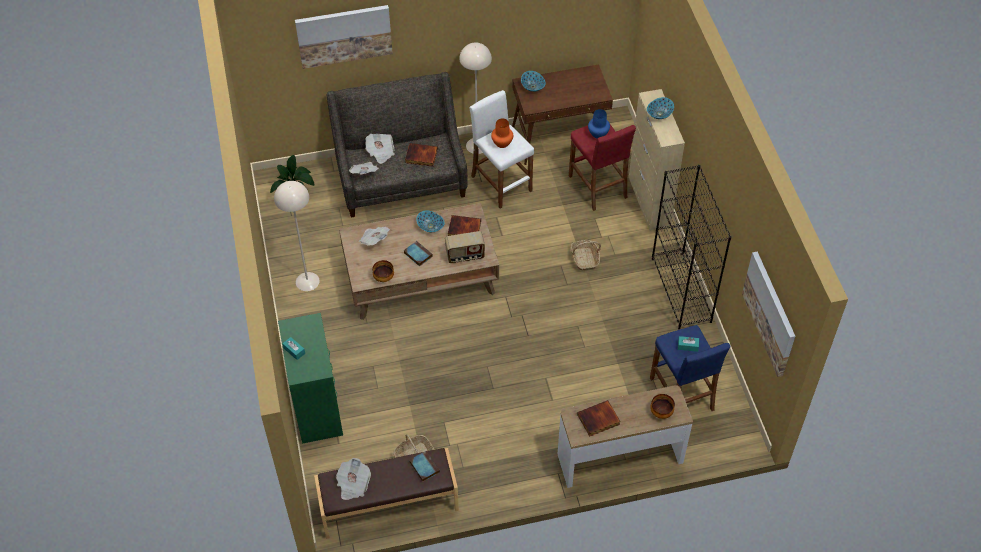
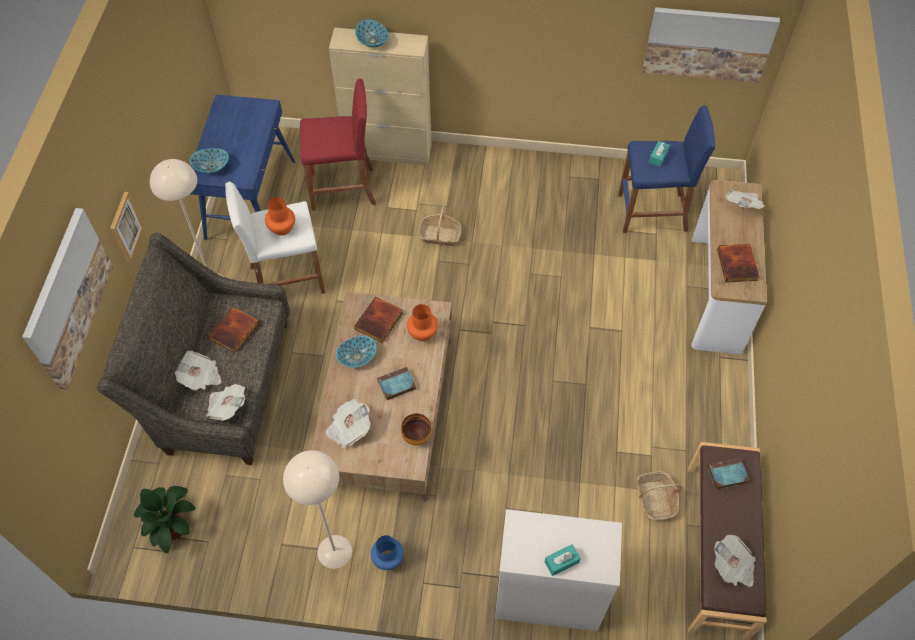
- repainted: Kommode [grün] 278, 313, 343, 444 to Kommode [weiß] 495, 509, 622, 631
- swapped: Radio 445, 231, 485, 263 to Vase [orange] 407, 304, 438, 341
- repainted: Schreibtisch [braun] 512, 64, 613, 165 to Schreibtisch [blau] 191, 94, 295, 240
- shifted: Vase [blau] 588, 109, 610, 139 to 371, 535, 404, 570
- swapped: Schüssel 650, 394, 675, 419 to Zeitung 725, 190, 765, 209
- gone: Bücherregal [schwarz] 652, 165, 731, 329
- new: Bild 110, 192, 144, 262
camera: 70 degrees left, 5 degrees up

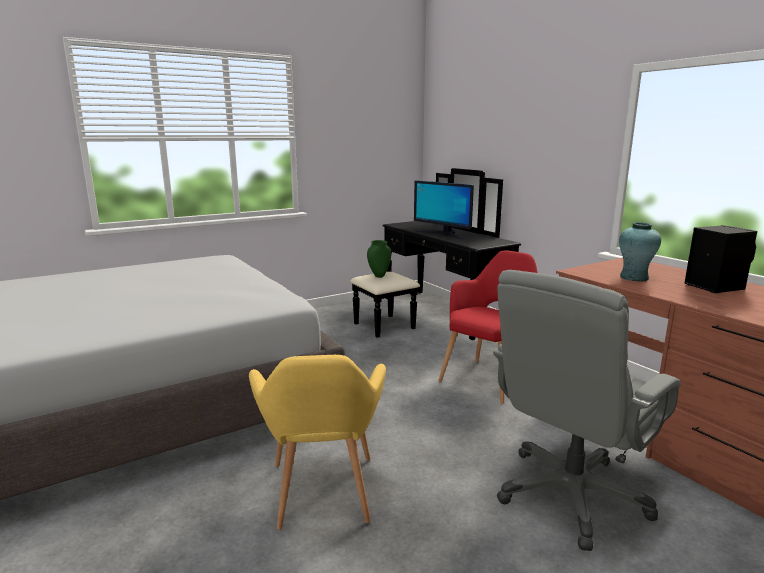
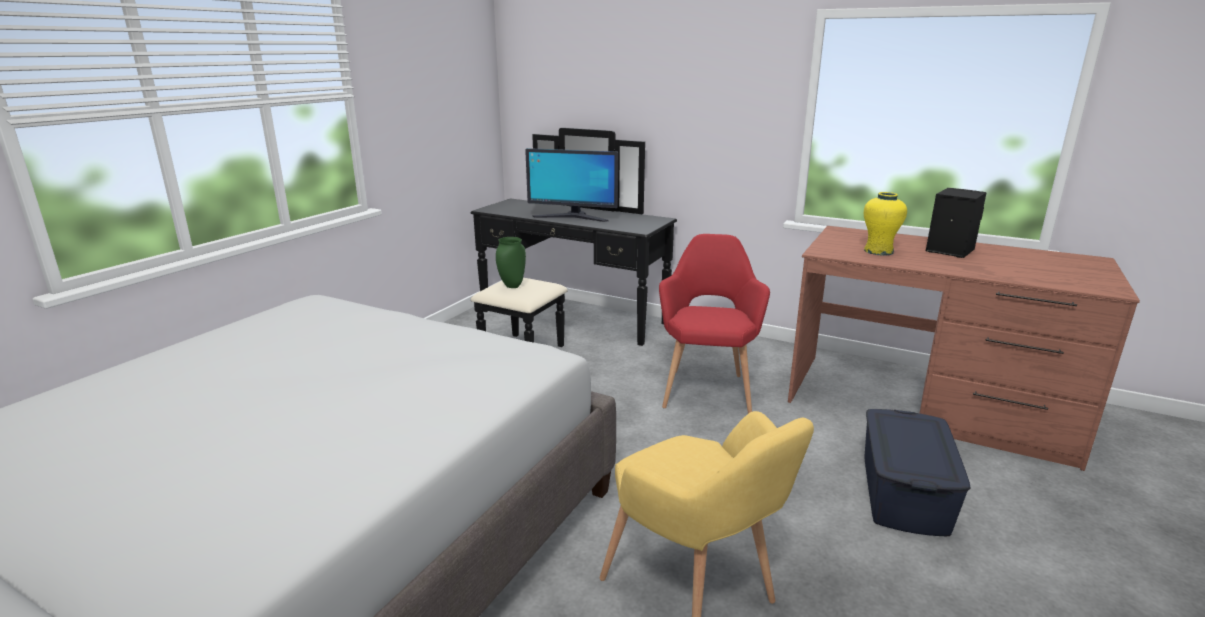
- swapped: Bürostuhl [grau] 493, 270, 681, 551 to Aufbewahrungsbox [blau] 864, 409, 971, 536
- repainted: Vase [türkis] 619, 222, 661, 282 to Vase [gelb] 864, 192, 907, 256
camera: 30 degrees left, 5 degrees up

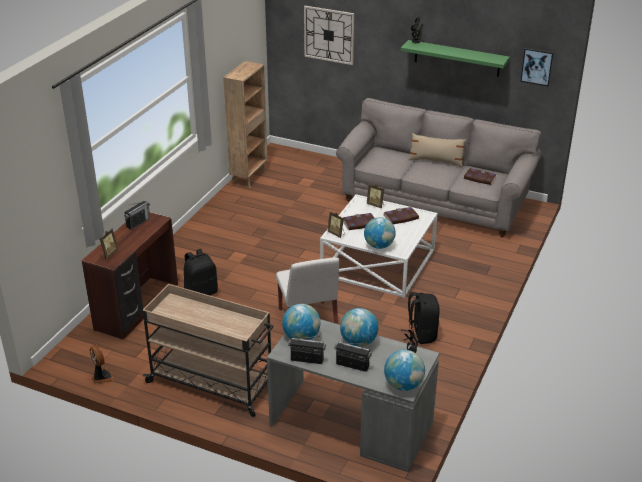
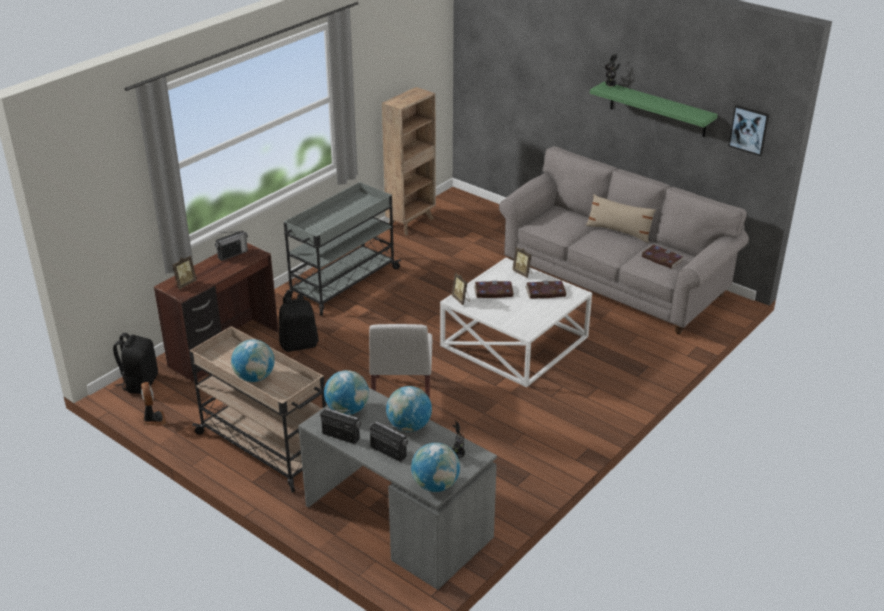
- gone: Wanduhr 304, 6, 354, 65
- shifted: Globus 364, 217, 396, 249 to 231, 339, 275, 382
- shifted: Rucksack [schwarz] 401, 292, 440, 344 to 113, 333, 158, 394
- new: Rollwagen [grau] 284, 182, 401, 316
camera: 15 degrees right, 0 degrees up

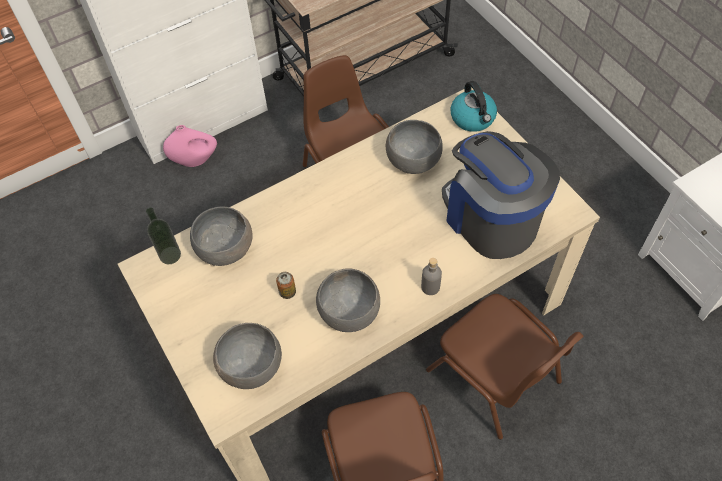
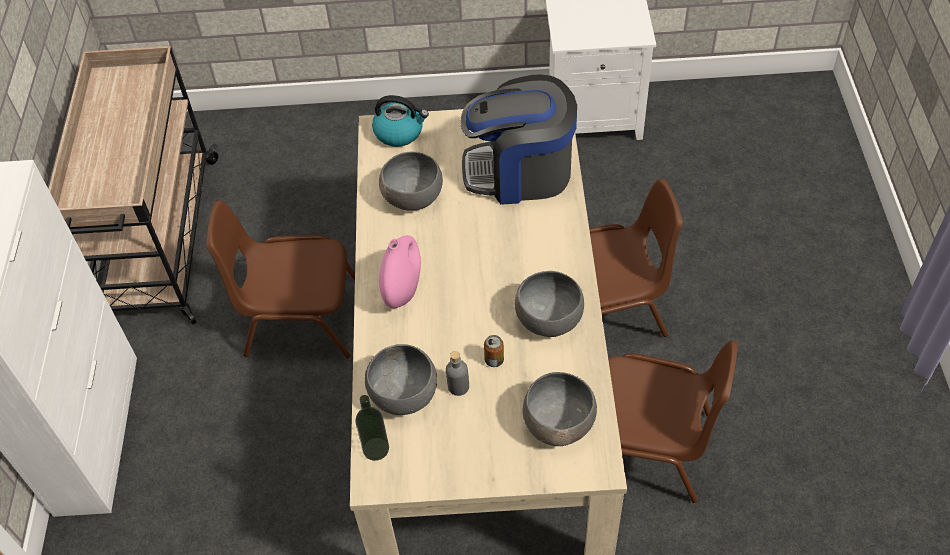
- shifted: Vase [rosa] 163, 125, 217, 167 to 379, 235, 421, 308
- shifted: Flasche [grau] 421, 258, 442, 295 to 446, 351, 469, 396
camera: 60 degrees left, 5 degrees down

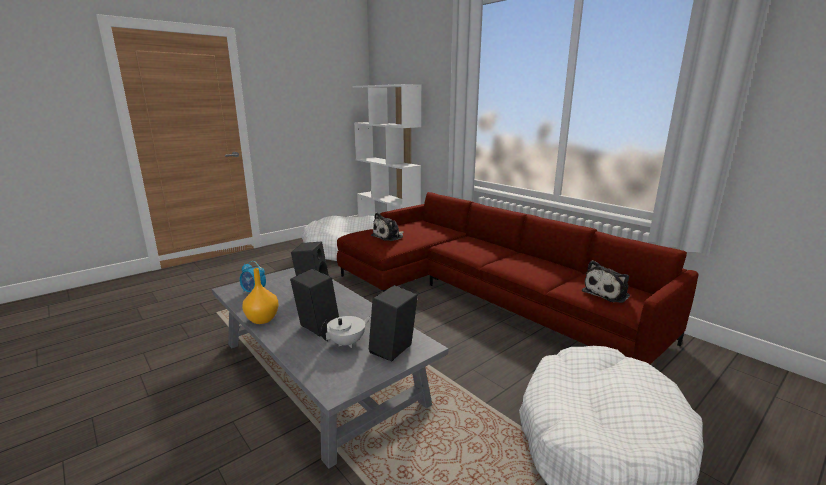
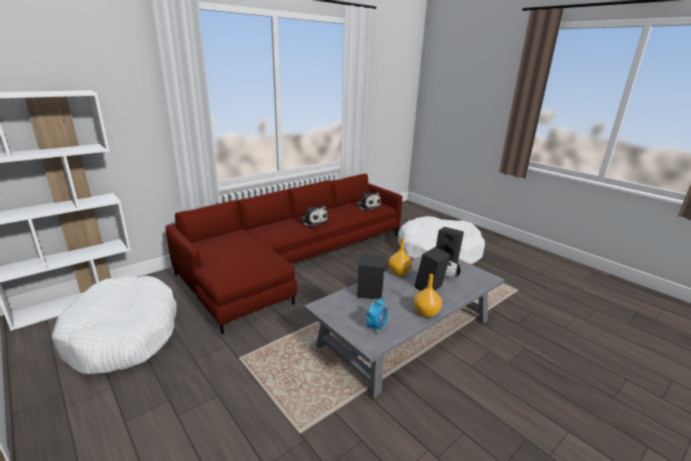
- shifted: Plüschtier 371, 213, 404, 241 to 301, 205, 328, 227
- new: Vase [orange] 389, 238, 412, 276
camera: 90 degrees left, 5 degrees up

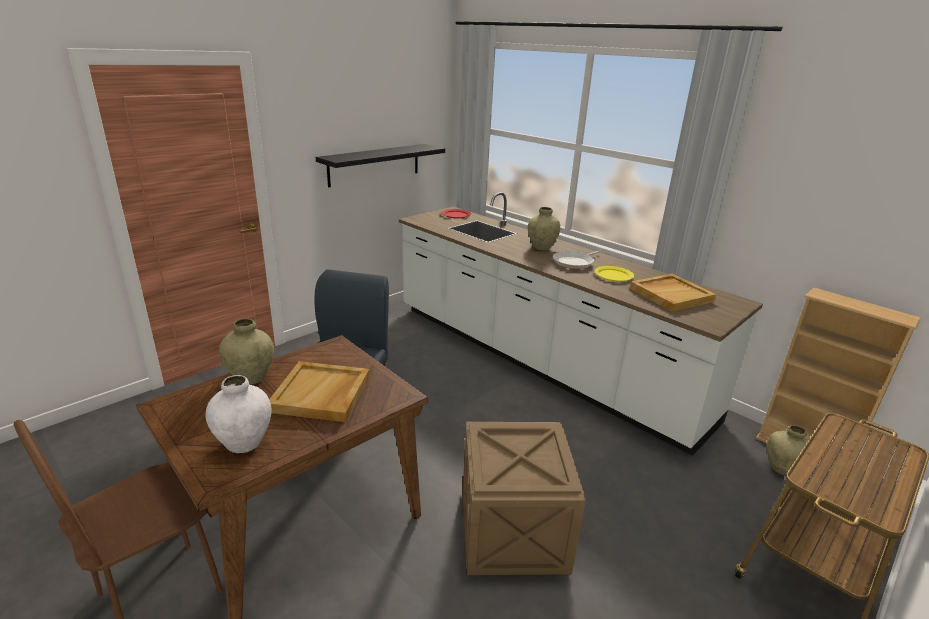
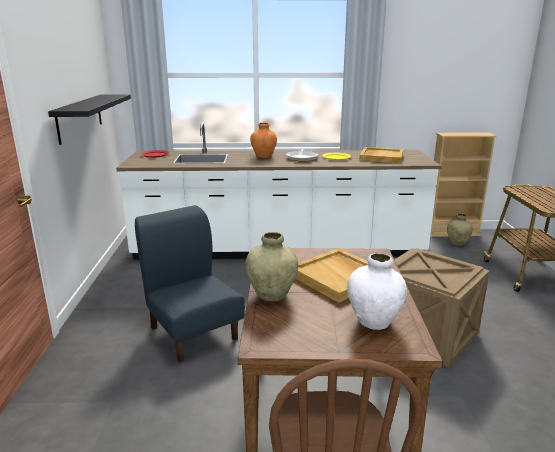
- repainted: Vase [beige] 528, 207, 560, 250 to Vase [orange] 250, 122, 277, 158
camera: 45 degrees left, 5 degrees down

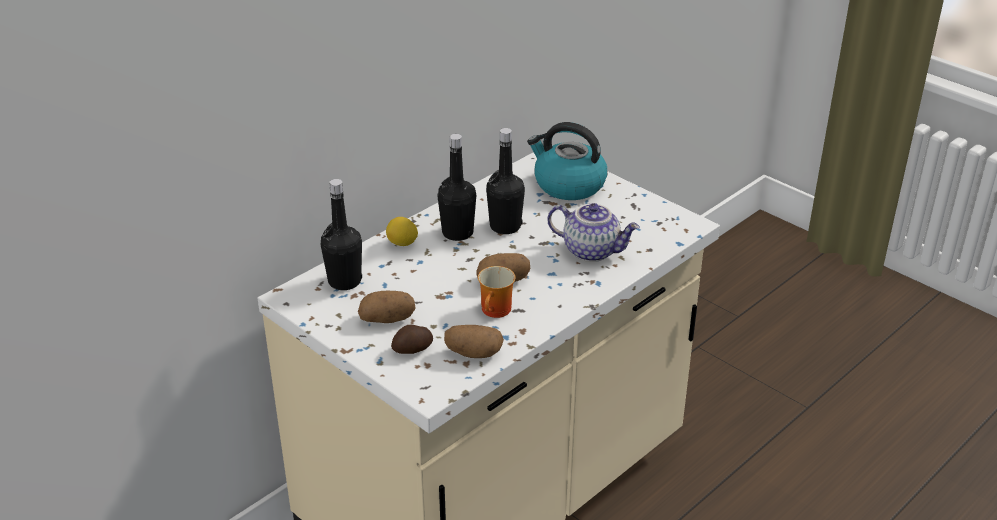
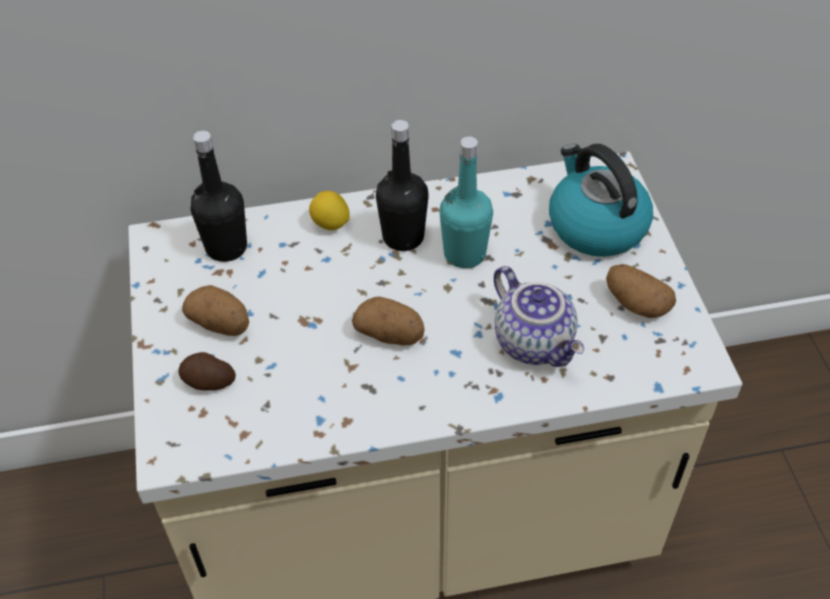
- shifted: Kartoffel 444, 325, 504, 358 to 606, 264, 676, 318
- gone: Henkelbecher 478, 266, 516, 318
- repainted: Flasche [schwarz] 486, 128, 525, 234 to Flasche [türkis] 440, 137, 493, 268
camera: 35 degrees right, 15 degrees up

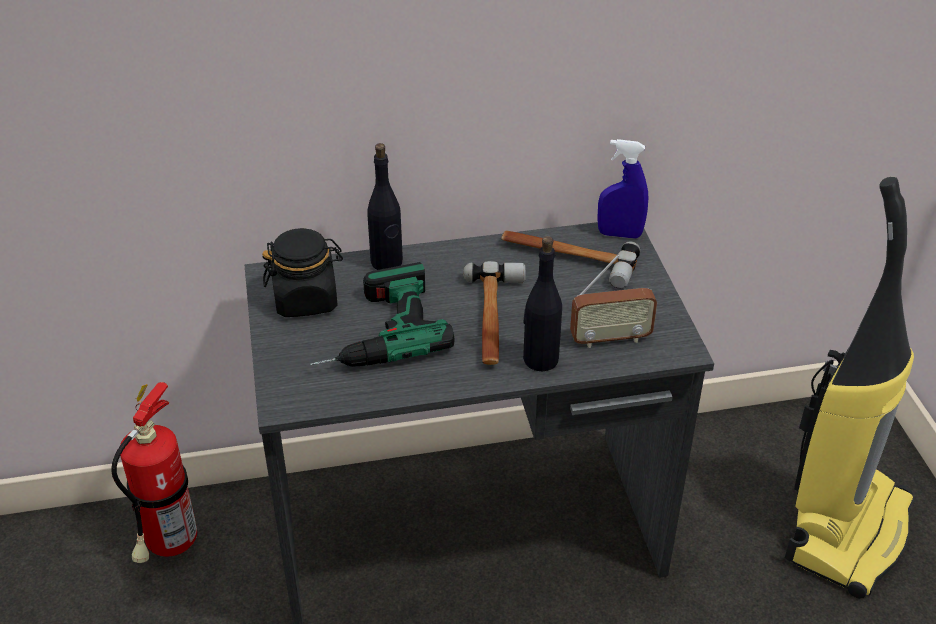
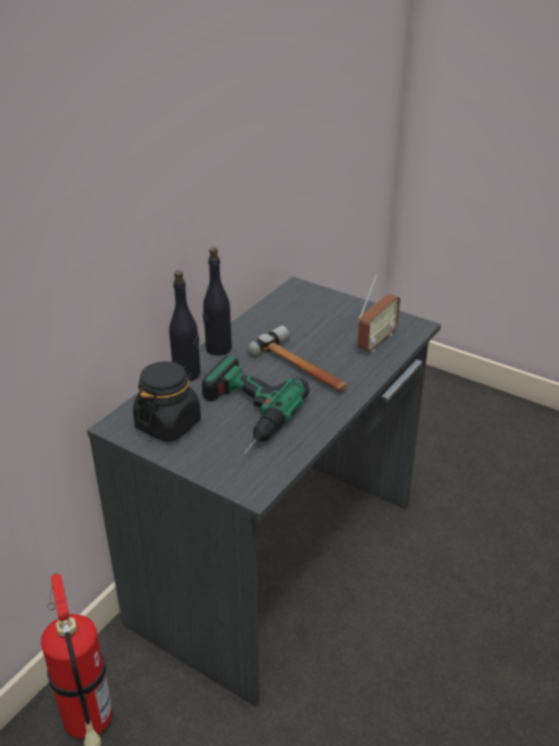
- gone: Hammer 501, 231, 640, 289
- shifted: Flasche [schwarz] 523, 236, 562, 371 to 203, 247, 232, 356
- gone: Sprühflasche [blau] 597, 139, 648, 239
- gone: Staubsauger 785, 177, 914, 599
camera: 45 degrees left, 5 degrees down

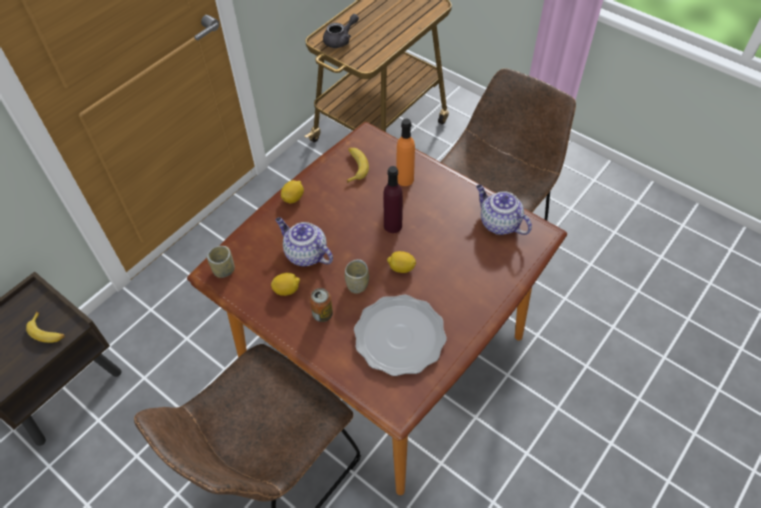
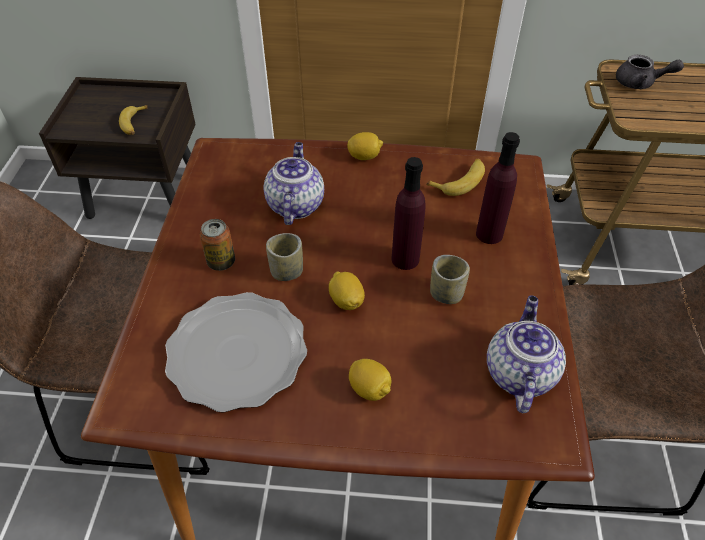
- shifted: Tasse 207, 246, 235, 278 to 430, 255, 470, 304
- shifted: Zitrone 271, 273, 300, 296 to 349, 359, 391, 401
- repainted: Flasche [orange] 397, 119, 415, 186 to Flasche [lila] 476, 132, 520, 244
camera: 55 degrees right, 5 degrees down

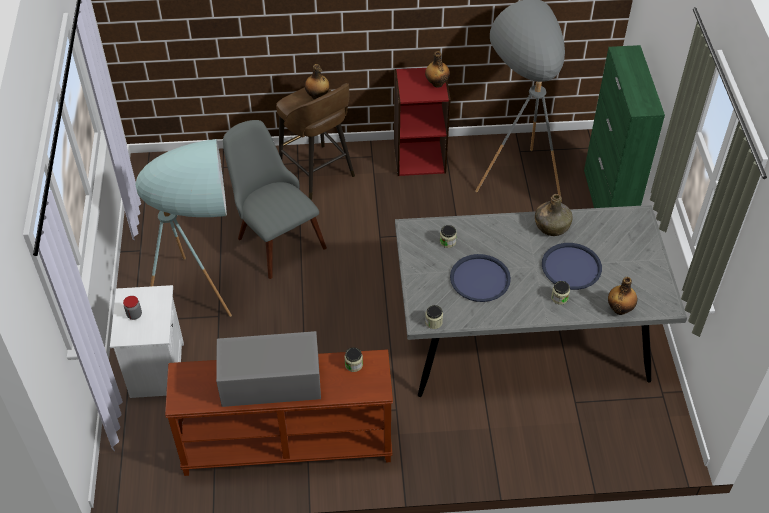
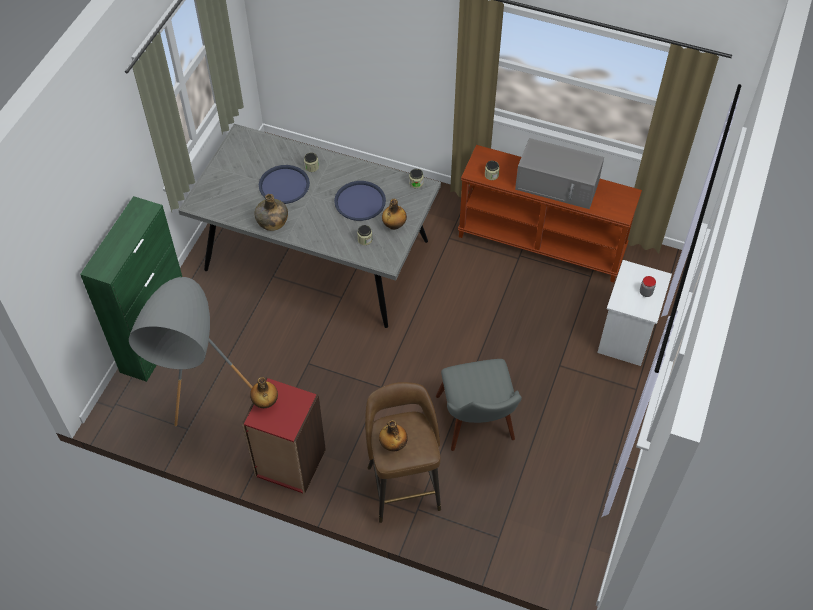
- gone: Stehlampe [türkis] 135, 139, 232, 317
- shifted: Flasche 608, 277, 637, 315 to 382, 199, 407, 230
camera: 155 degrees left, 5 degrees up

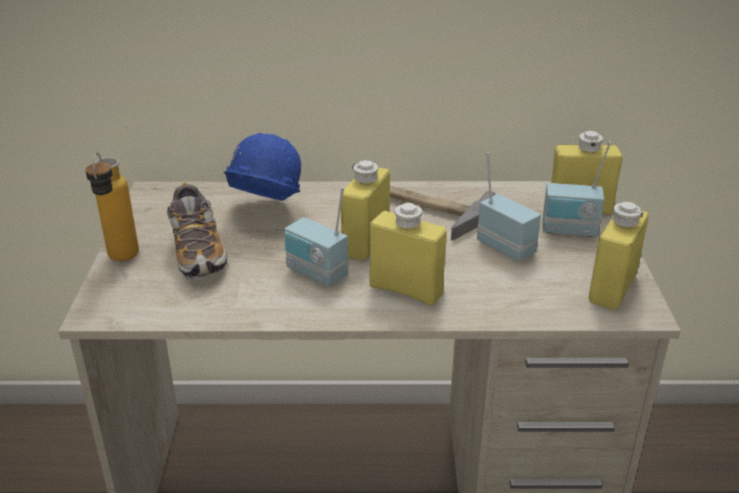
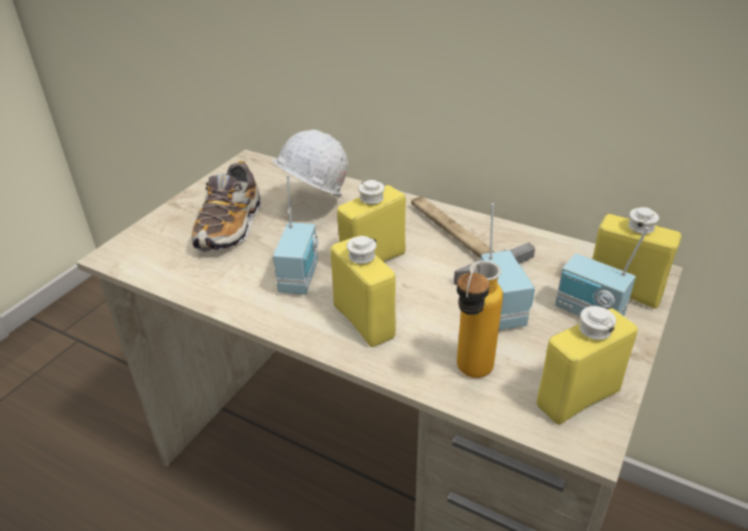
- shifted: Flasche 85, 153, 139, 261 to 457, 261, 503, 378
- repainted: Schutzhelm [blau] 224, 133, 301, 201 to Schutzhelm [weiß] 272, 130, 348, 198
- rotated: Radio 284, 187, 348, 287 = 273, 175, 319, 295 150 degrees counterclockwise
camera: 30 degrees right, 5 degrees up

